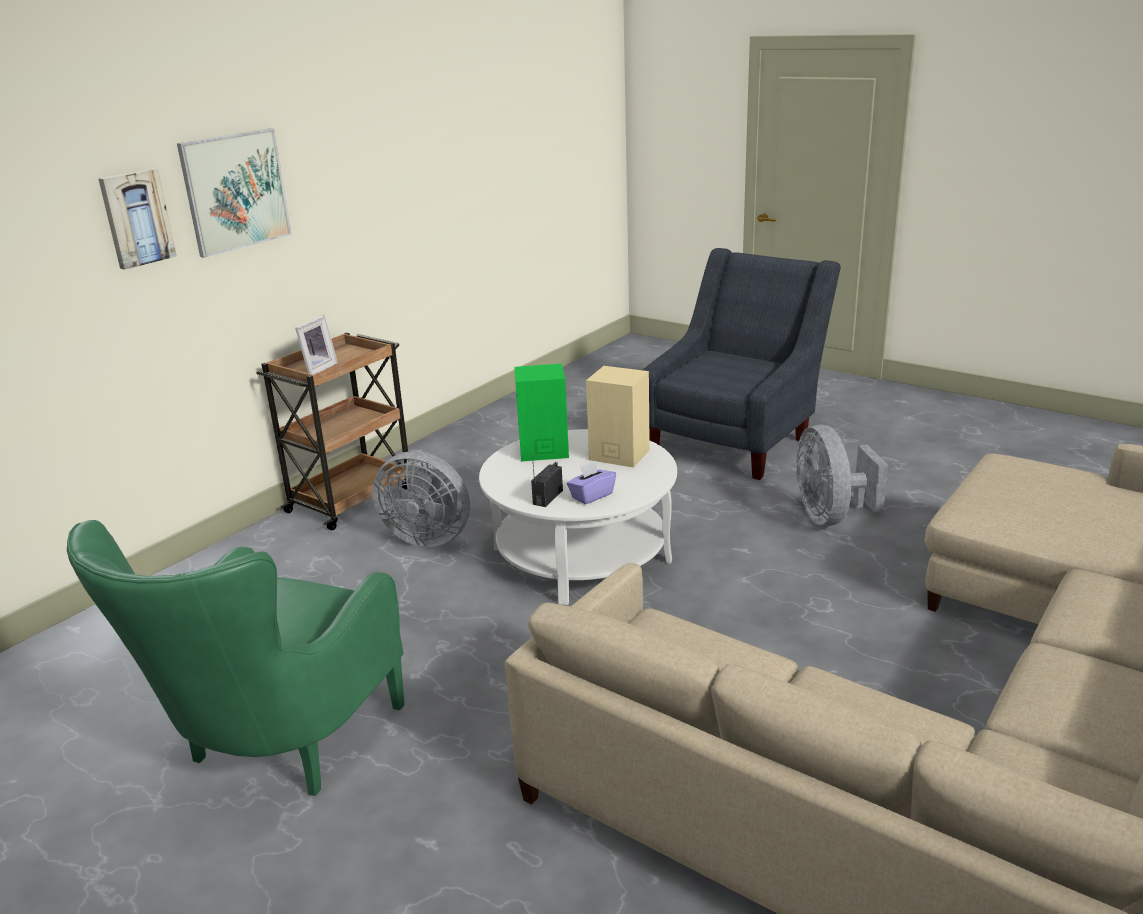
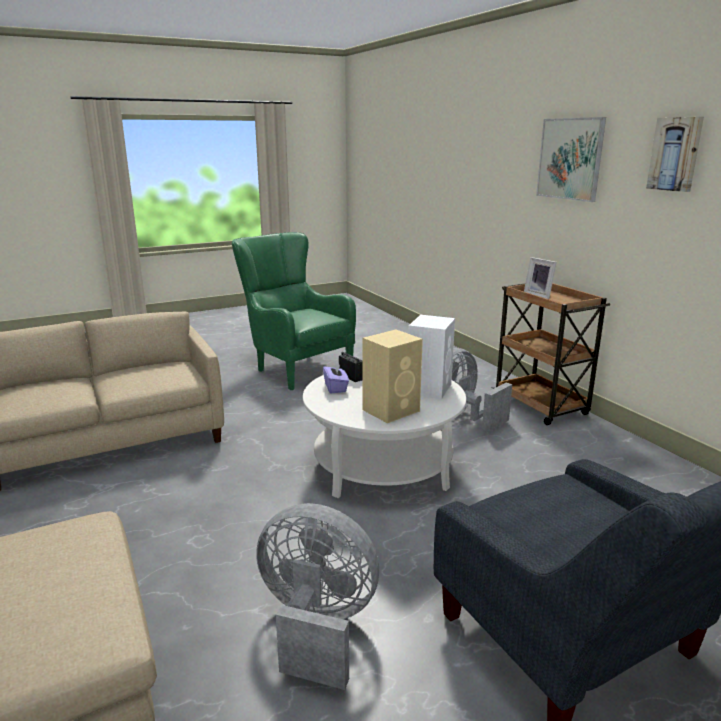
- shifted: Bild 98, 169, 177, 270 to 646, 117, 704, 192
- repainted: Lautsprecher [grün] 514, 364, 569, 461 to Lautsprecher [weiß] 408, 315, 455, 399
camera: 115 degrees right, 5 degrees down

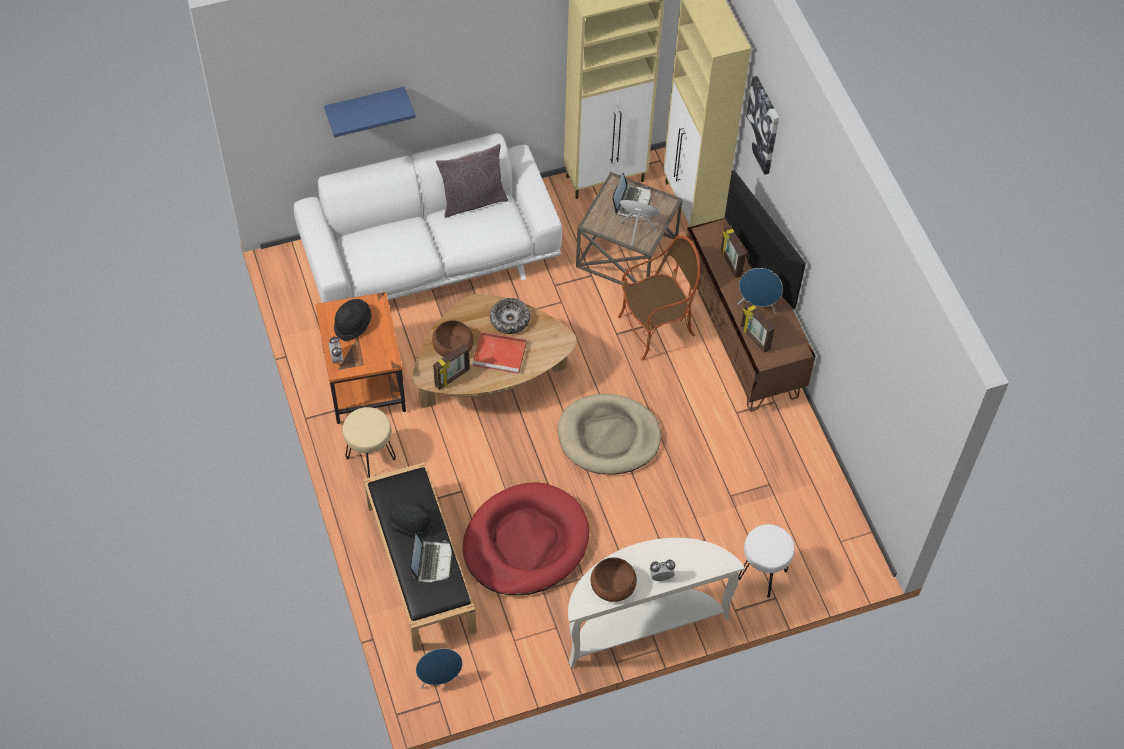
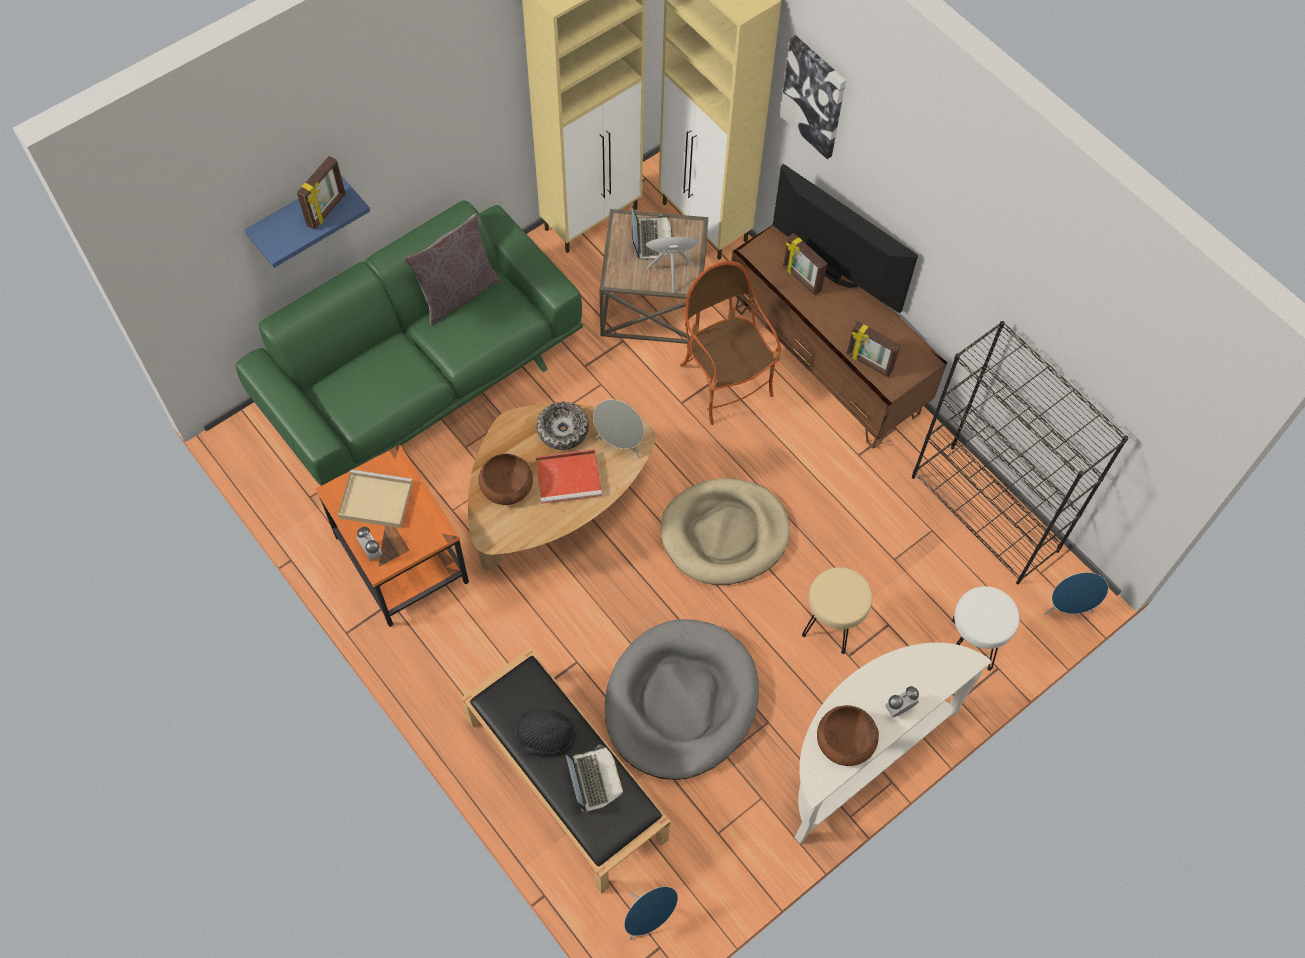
- repainted: Sofa [weiß] 294, 133, 562, 303 to Sofa [grün] 236, 200, 583, 486
- swapped: Hut [schwarz] 334, 299, 372, 341 to Tablett [beige] 338, 469, 413, 528
- shifted: Hocker [beige] 343, 407, 396, 478 to 802, 567, 872, 654
- shifted: Bilderrahmen 433, 344, 470, 390 to 297, 156, 346, 230
- repainted: Hundebett [rot] 463, 482, 590, 595 to Hundebett [grau] 605, 619, 759, 780
- rotated: Sessel 618, 235, 700, 361 = 680, 261, 781, 425 75 degrees counterclockwise
- shifted: Lautsprecher [blau] 738, 268, 783, 314 to 1044, 572, 1108, 615
- new: Lautsprecher [grau] 593, 400, 644, 459
- new: Bücherregal [schwarz] 912, 321, 1128, 585
camera: 20 degrees left, 5 degrees up

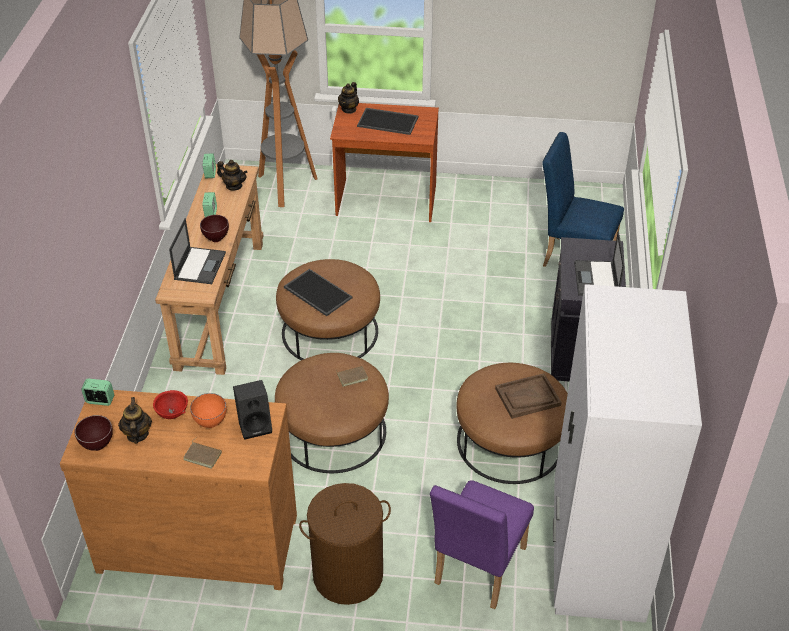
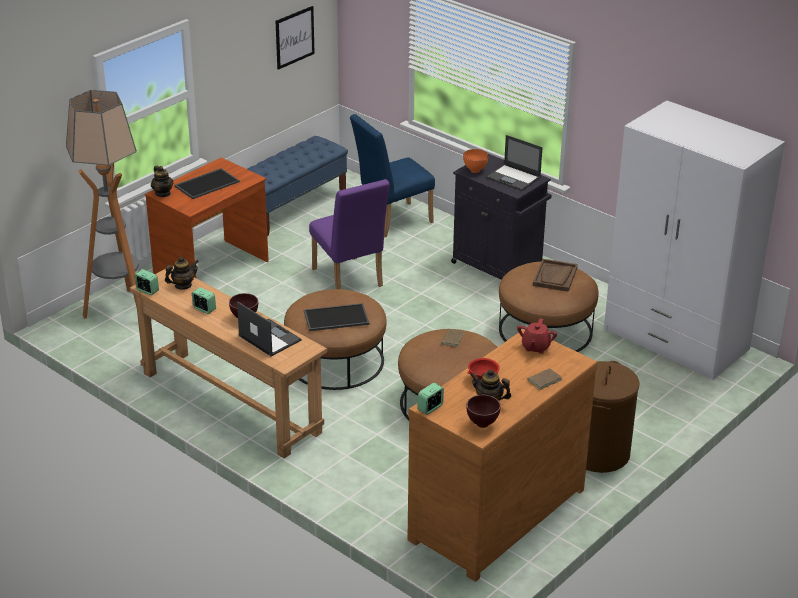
- shifted: Schüssel [orange] 190, 393, 227, 428 to 463, 149, 489, 173
- swapped: Lautsprecher [schwarz] 233, 380, 272, 440 to Teekanne [rot] 517, 318, 557, 354
- shifted: Stuhl [lila] 430, 480, 534, 609 to 309, 179, 390, 289
- new: Bank [blau] 247, 136, 348, 236
- new: Bild 275, 6, 315, 70
camera: 55 degrees left, 10 degrees down

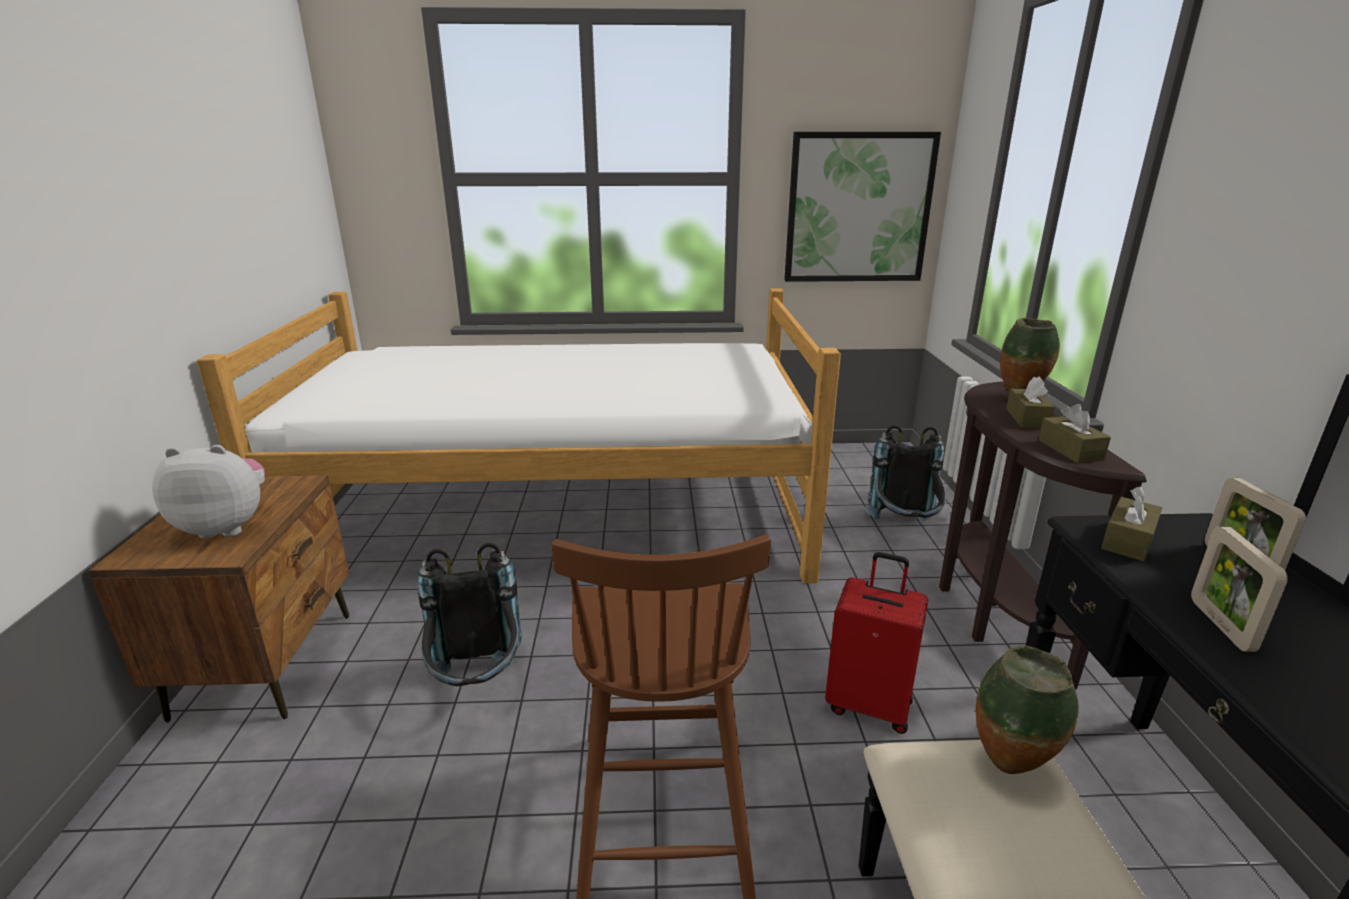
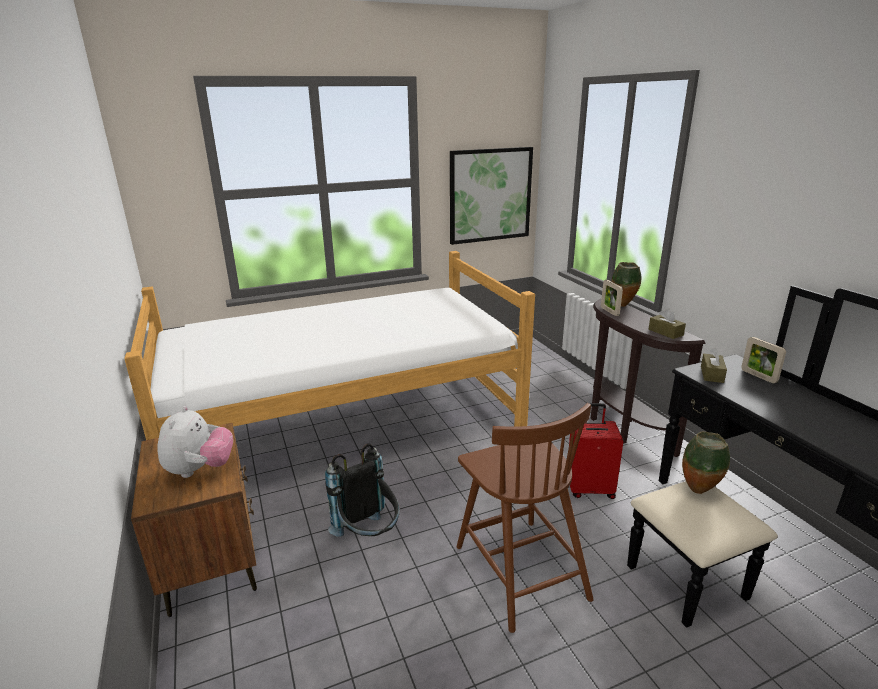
- rotated: Plüschtier 152, 445, 265, 538 = 157, 406, 233, 478 120 degrees clockwise
- gone: Rucksack [schwarz] 864, 425, 945, 522
- gone: Taschentuchbox [braun] 1006, 376, 1055, 428
- shifted: Bilderrahmen 1191, 526, 1288, 652 to 601, 280, 623, 316
camera: 20 degrees left, 0 degrees up

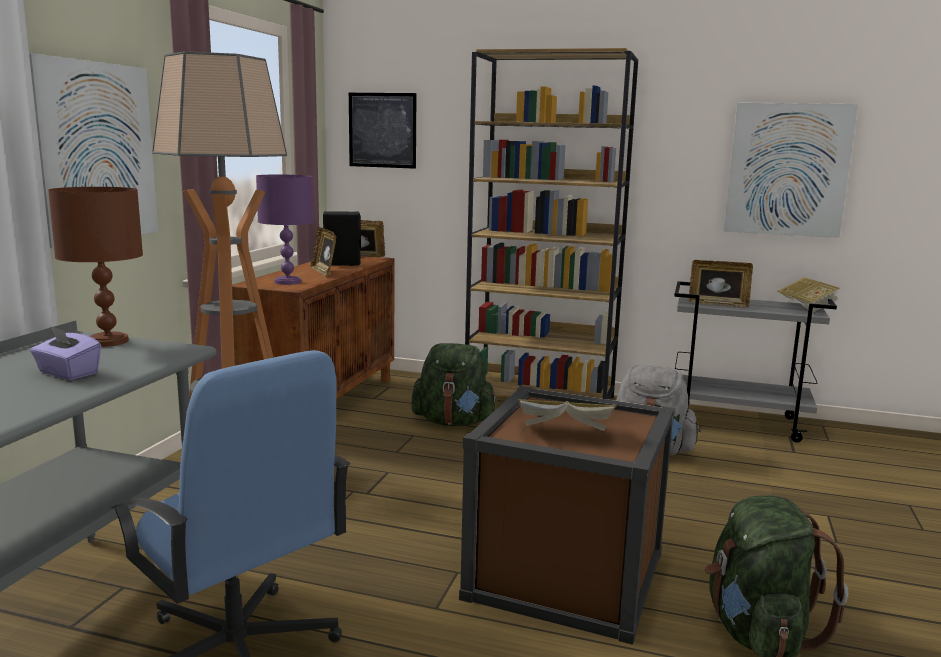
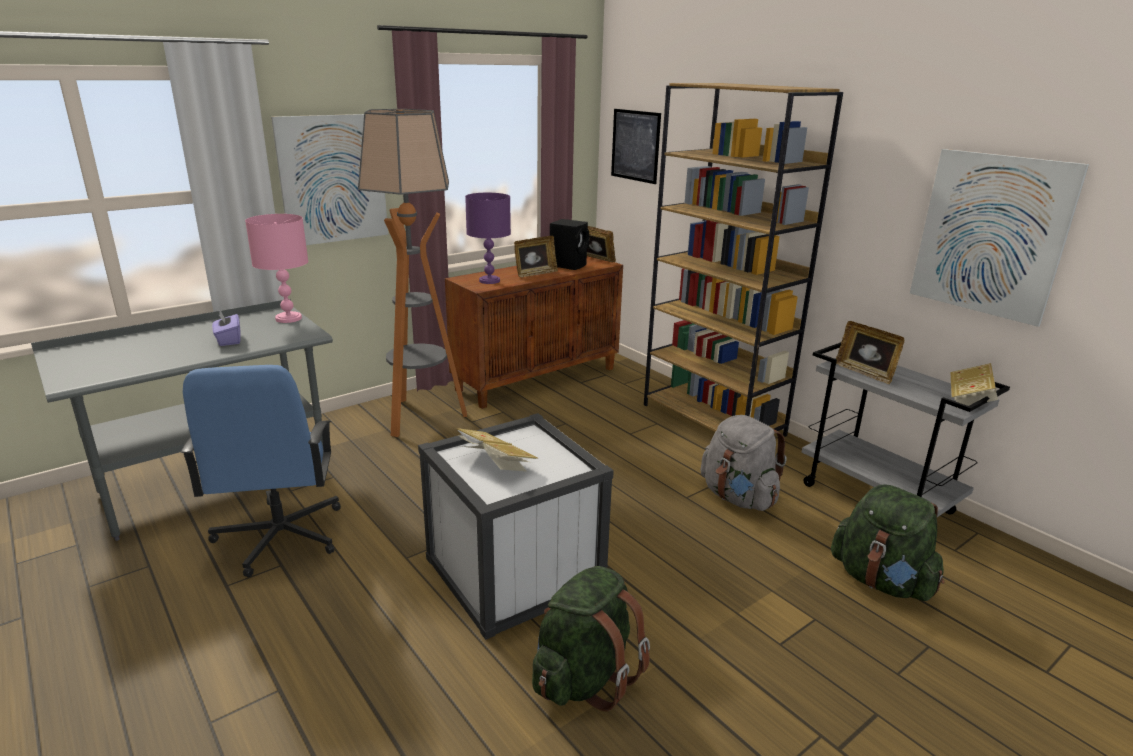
- repainted: Tischlampe [braun] 48, 187, 143, 347 to Tischlampe [rosa] 245, 214, 308, 323
- rotated: Bilderrahmen 311, 227, 336, 276 = 514, 236, 558, 277 135 degrees counterclockwise
- shifted: Rucksack [grün] 411, 343, 498, 426 to 831, 484, 945, 601
- repainted: Aufbewahrungsbox [braun] 459, 386, 675, 645 to Aufbewahrungsbox [weiß] 418, 413, 614, 640
camera: 35 degrees right, 10 degrees up

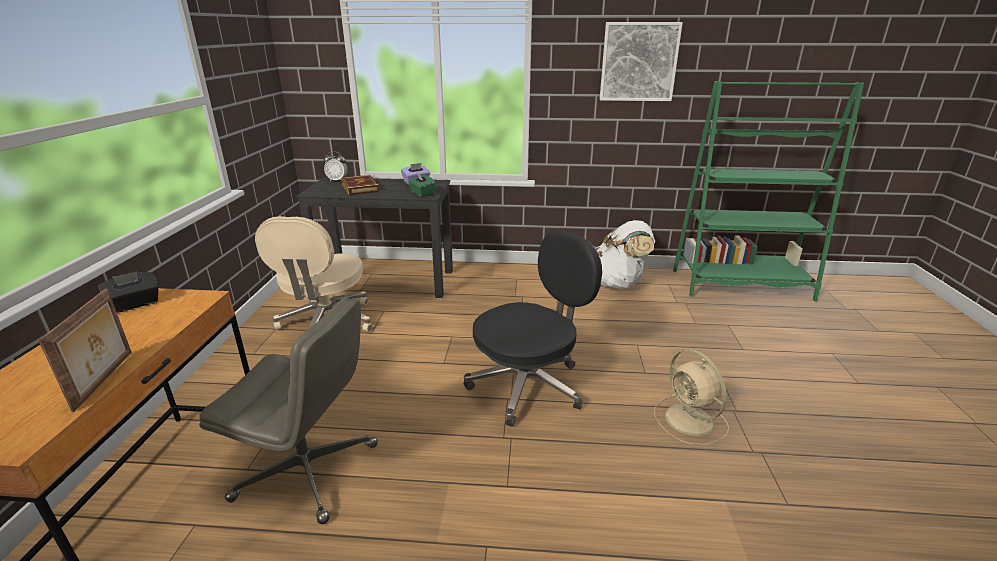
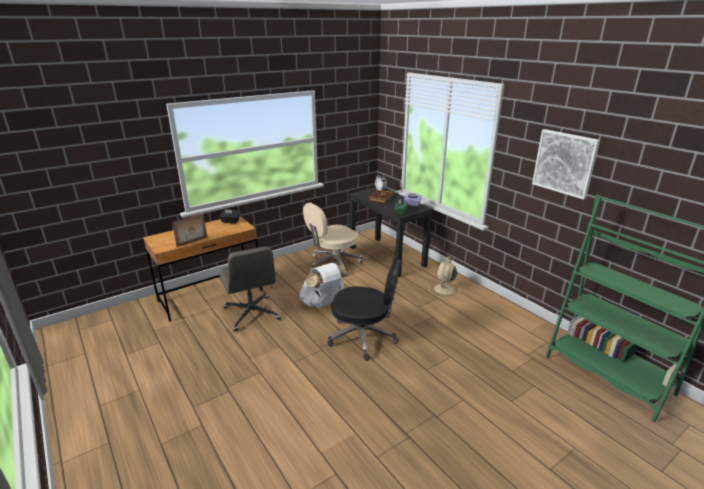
- shifted: Rucksack [weiß] 596, 220, 655, 290 to 299, 263, 349, 308
- shifted: Ventilator [beige] 654, 349, 729, 445 to 429, 256, 460, 298
camera: 50 degrees right, 0 degrees up

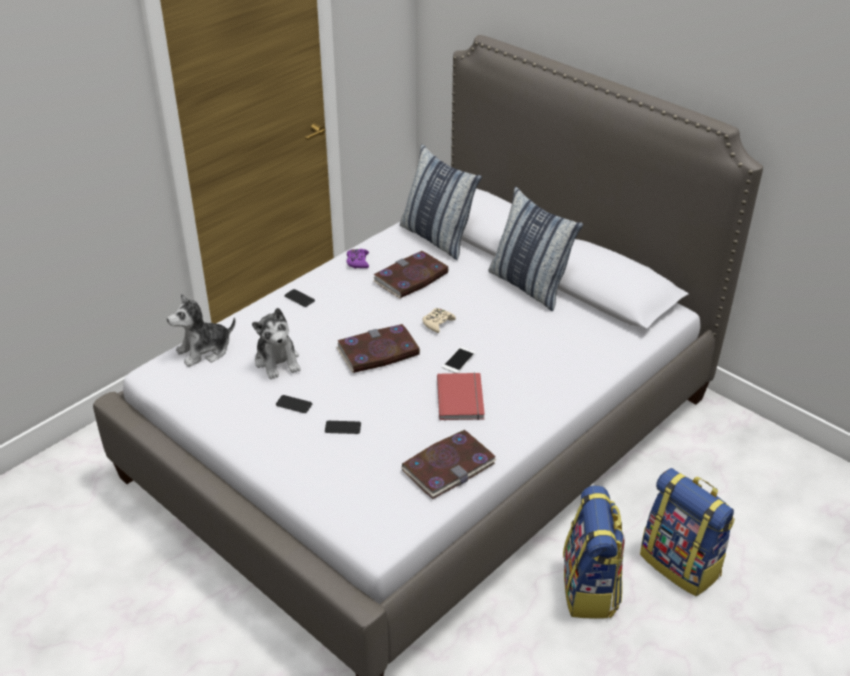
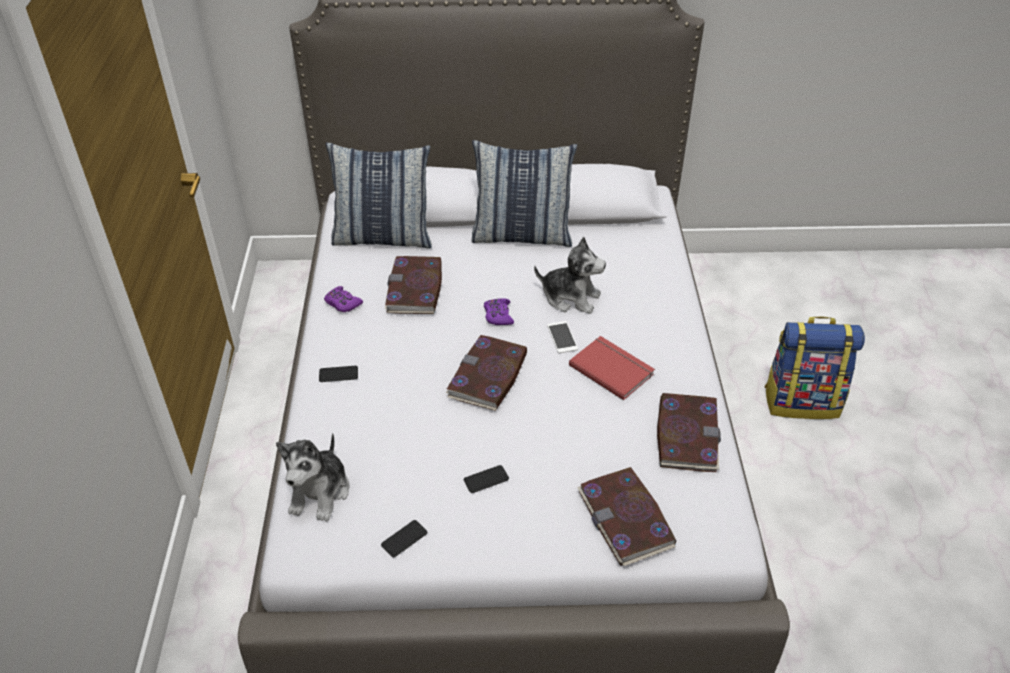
- shifted: Plüschtier 252, 308, 300, 379 to 534, 237, 606, 314
- shifted: Handy 325, 421, 361, 434 to 381, 520, 427, 557
- repainted: Gamepad [beige] 423, 308, 456, 333 to Gamepad [lila] 484, 298, 514, 325
- gone: Rucksack 563, 486, 624, 619
- new: Buch 577, 467, 676, 566
camera: 45 degrees left, 5 degrees up

